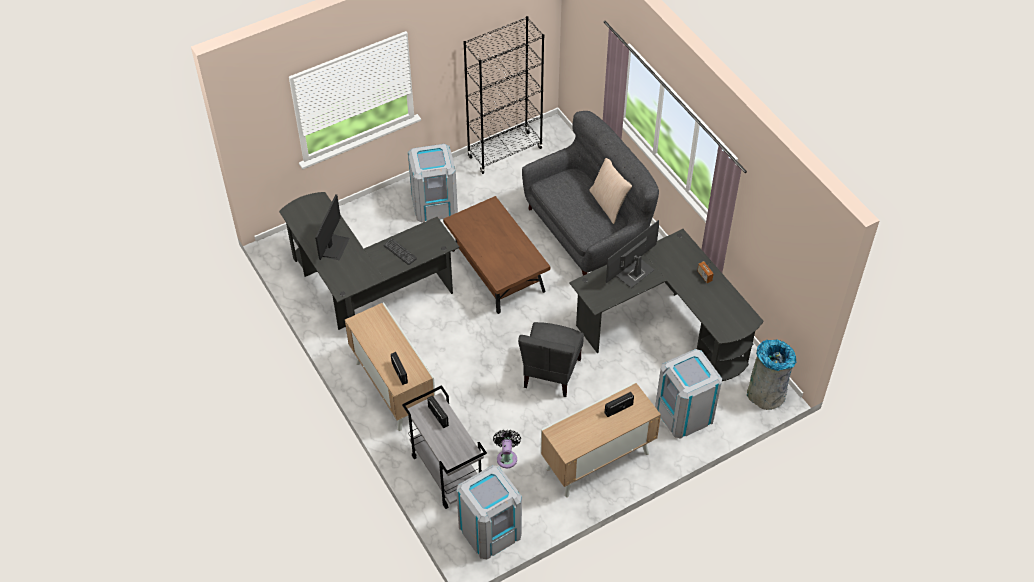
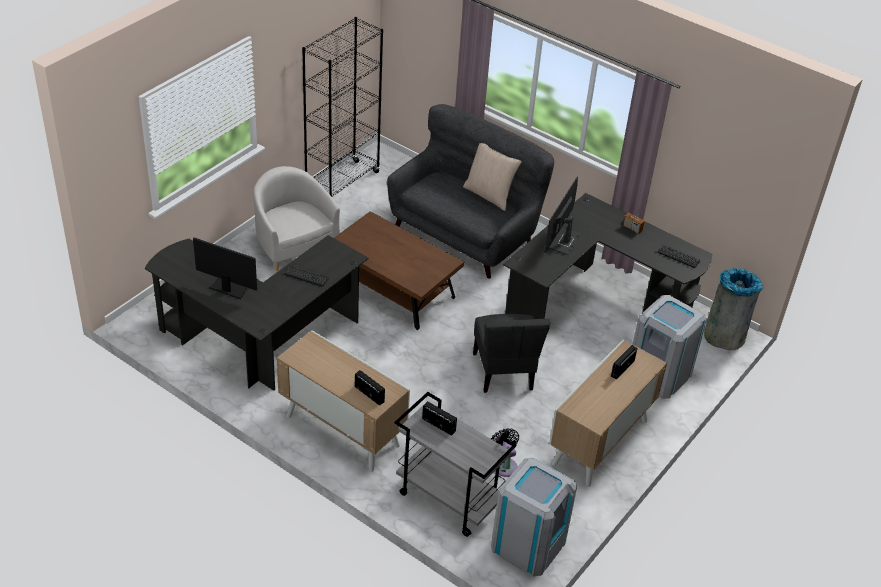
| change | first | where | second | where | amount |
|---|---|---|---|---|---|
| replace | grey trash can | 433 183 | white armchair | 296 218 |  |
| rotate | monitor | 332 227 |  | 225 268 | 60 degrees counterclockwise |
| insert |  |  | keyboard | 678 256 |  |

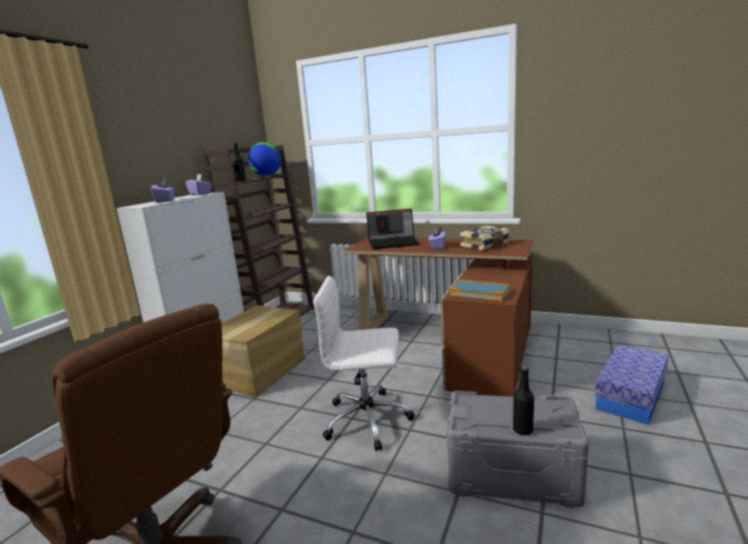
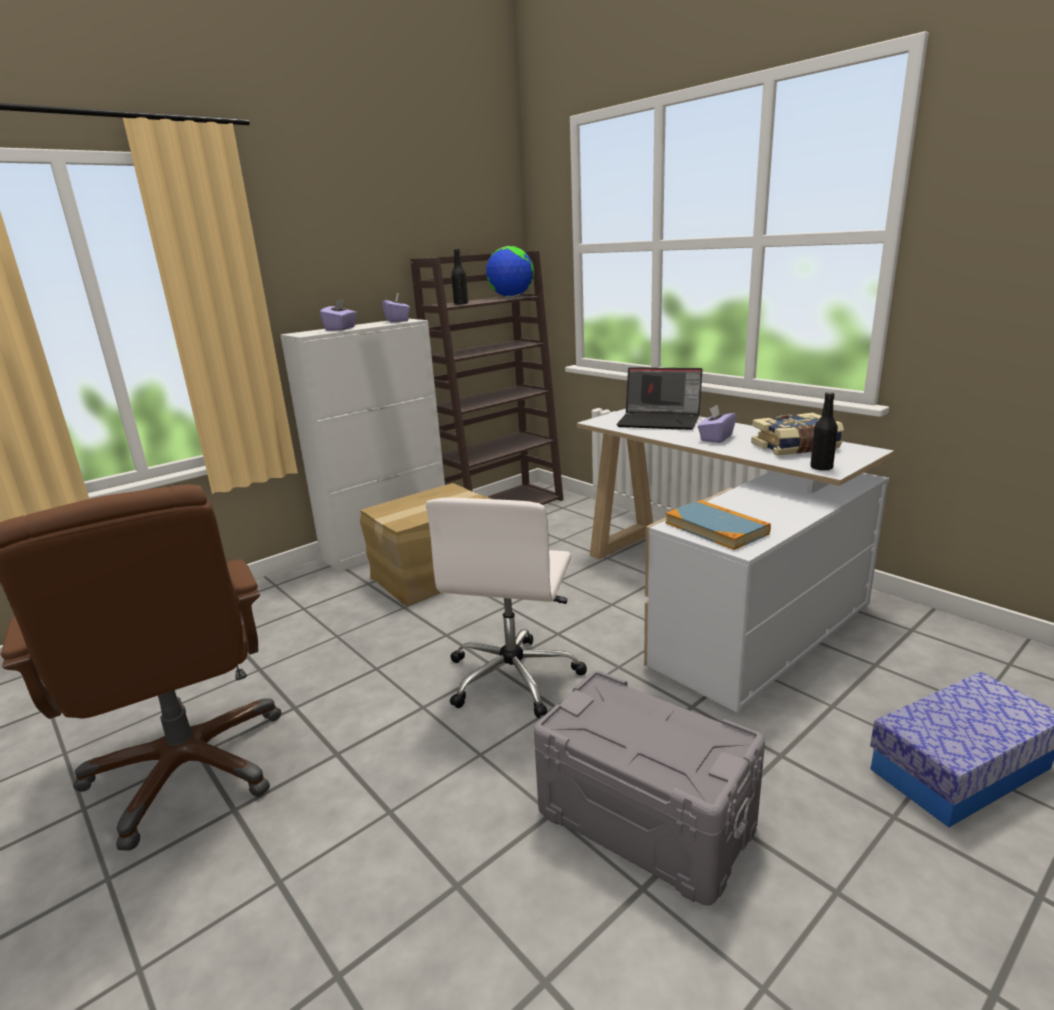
| change | first | where | second | where | amount |
|---|---|---|---|---|---|
| recolor | brown desk | 438 317 | white desk | 735 561 |  |
| rotate | white office chair | 364 363 |  | 506 608 | 105 degrees counterclockwise |
| move | black bottle | 523 401 |  | 824 431 |  |

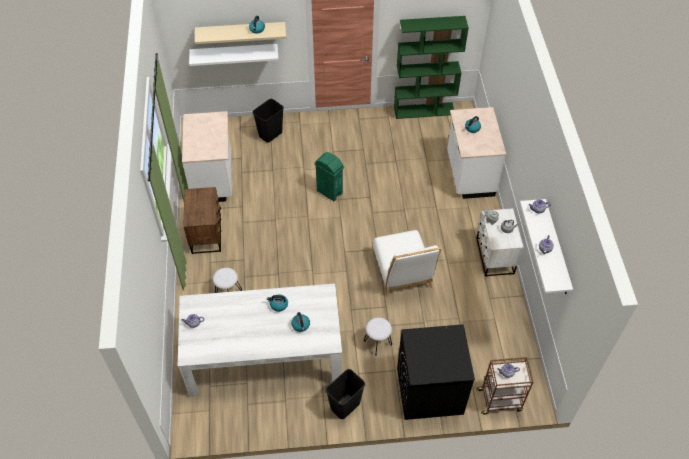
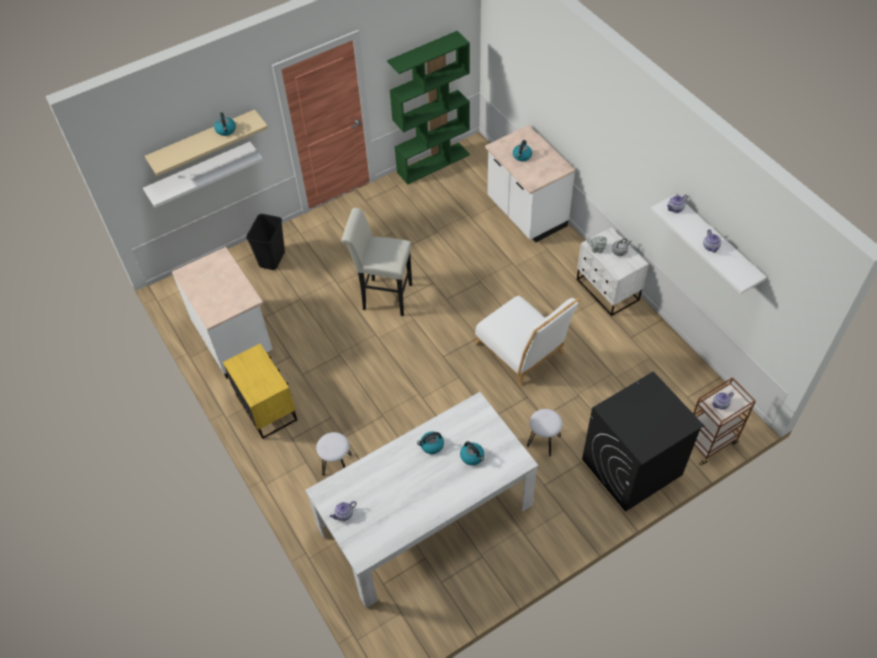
| change | first | where | second | where | amount |
|---|---|---|---|---|---|
| replace | green trash can | 329 176 | white stool | 376 262 |  |
| recolor | brown nightstand | 202 220 | yellow nightstand | 260 391 |  |
| delete | black trash can | 345 394 |  |  |  |

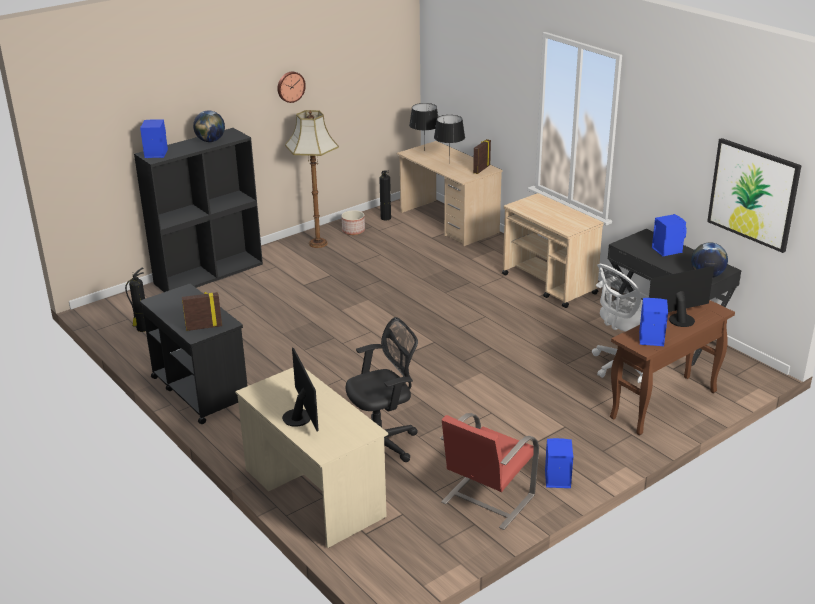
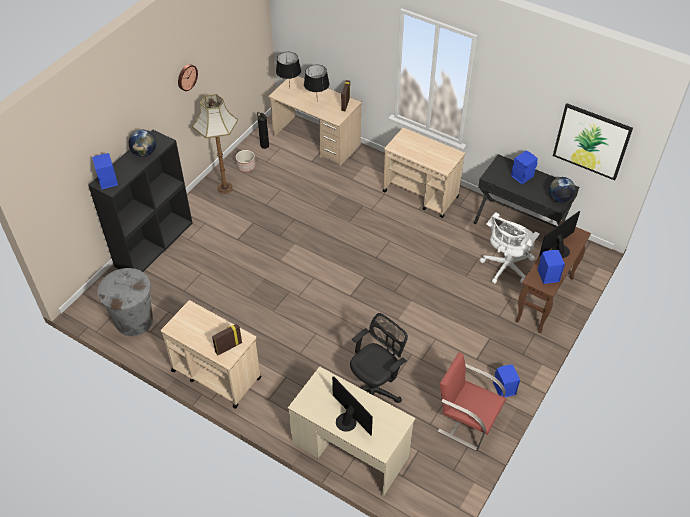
| change | first | where | second | where | amount |
|---|---|---|---|---|---|
| replace | fire extinguisher | 135 300 | grey trash can | 125 302 |  |
| recolor | black cart | 194 354 | beige cart | 211 354 |  |
| rotate | red chair | 489 471 |  | 472 401 | 105 degrees clockwise |

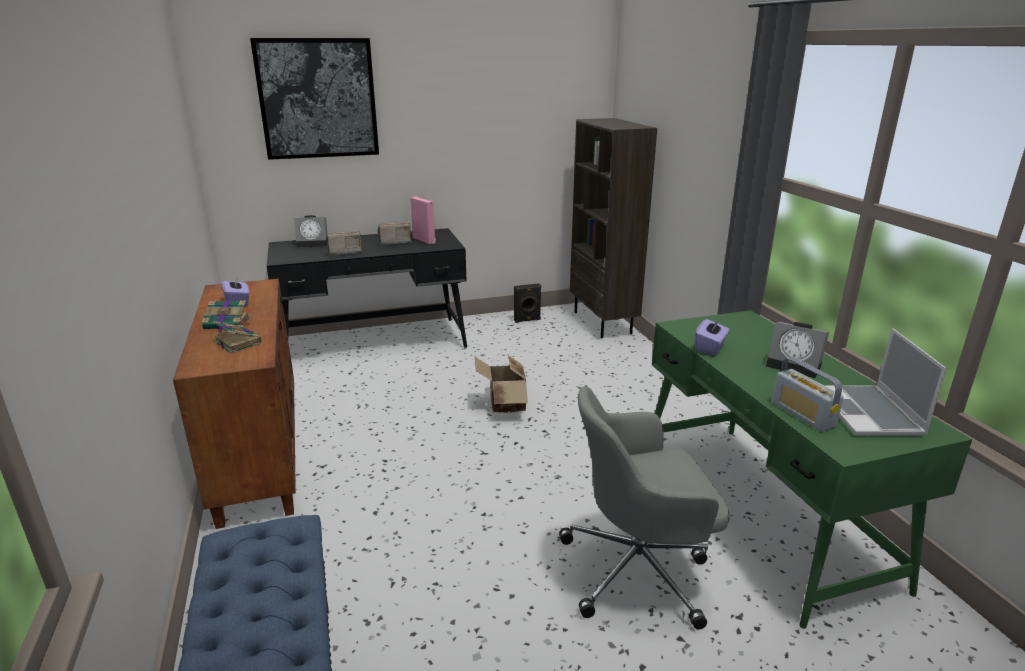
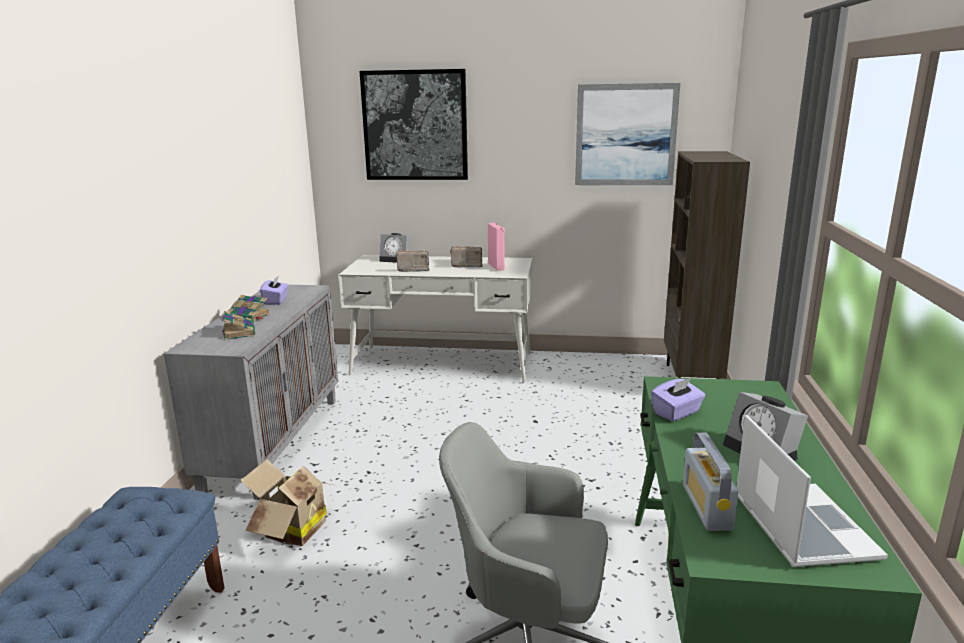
| change | first | where | second | where | amount |
|---|---|---|---|---|---|
| recolor | black desk | 367 288 | white desk | 435 318 |  |
| recolor | brown cabinet | 234 404 | grey cabinet | 251 392 |  |
| delete | black speaker | 527 303 |  |  |  |
| rotate | laptop | 886 382 |  | 812 491 | 150 degrees clockwise |
| move | cardboard box | 501 384 |  | 286 502 |  |
| insert |  |  | picture | 627 134 |  |

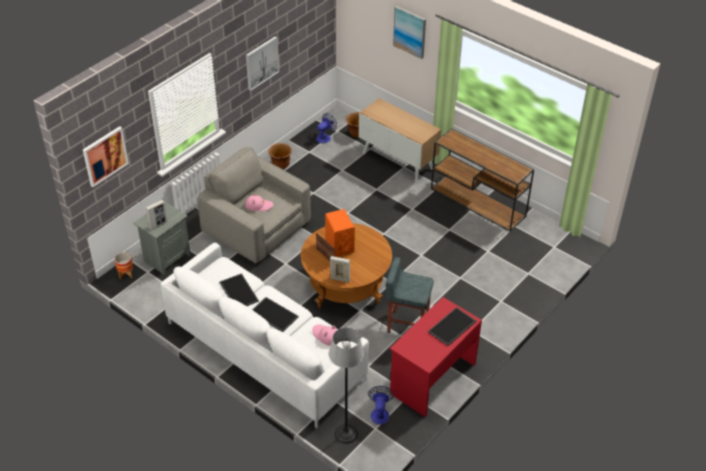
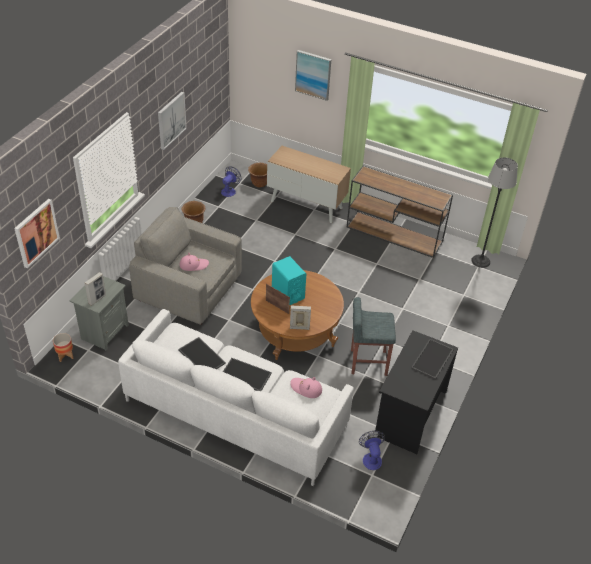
| change | first | where | second | where | amount |
|---|---|---|---|---|---|
| recolor | orange speaker | 340 233 | turquoise speaker | 289 280 |  |
| recolor | red desk | 436 357 | black desk | 416 392 |  |
| move | floor lamp | 346 386 |  | 494 212 |  |

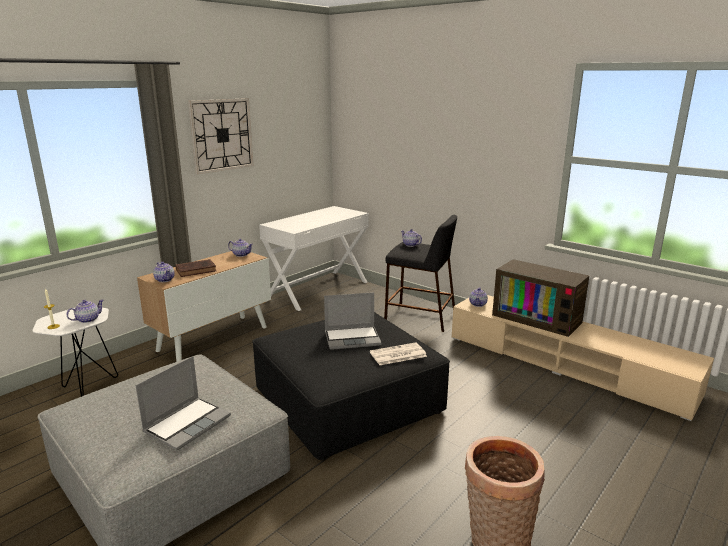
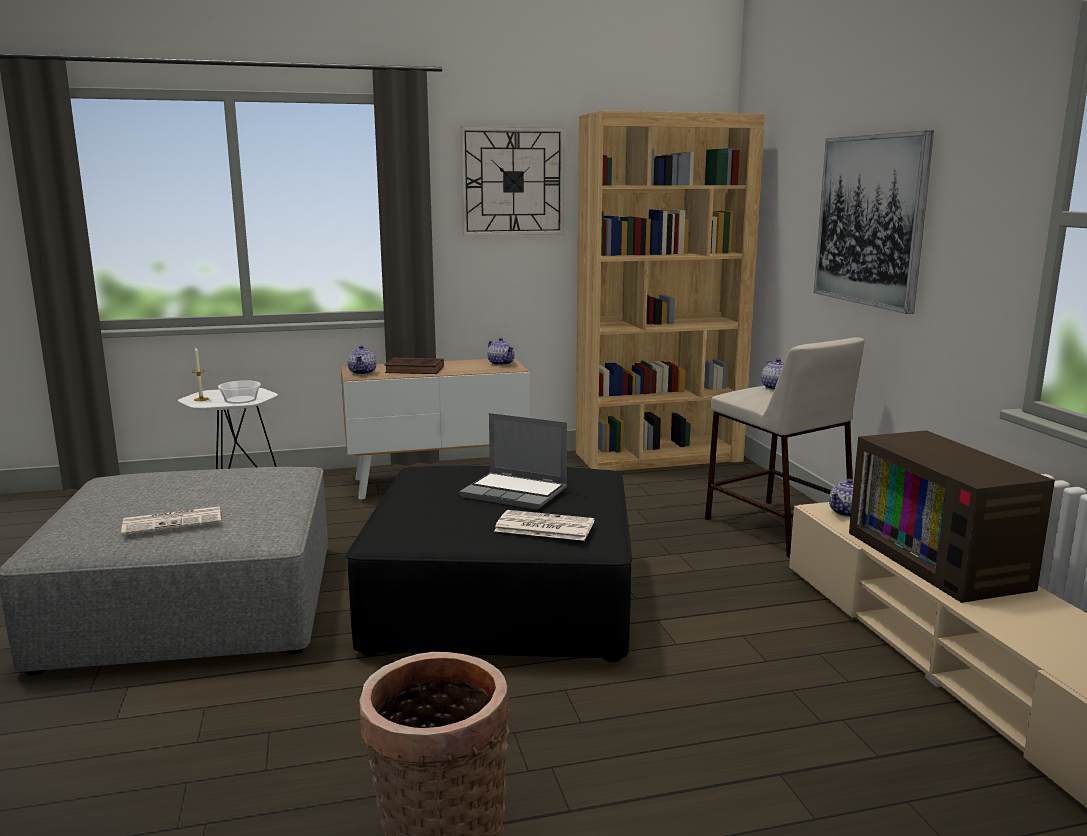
| change | first | where | second | where | amount |
|---|---|---|---|---|---|
| replace | white desk | 314 258 | brown bookcase | 670 291 |  |
| recolor | black stool | 420 273 | beige stool | 784 447 |  |
| replace | teapot | 85 311 | bowl | 239 392 |  |
| replace | laptop | 183 403 | newspaper | 171 521 |  |
| insert |  |  | picture | 874 222 |  |

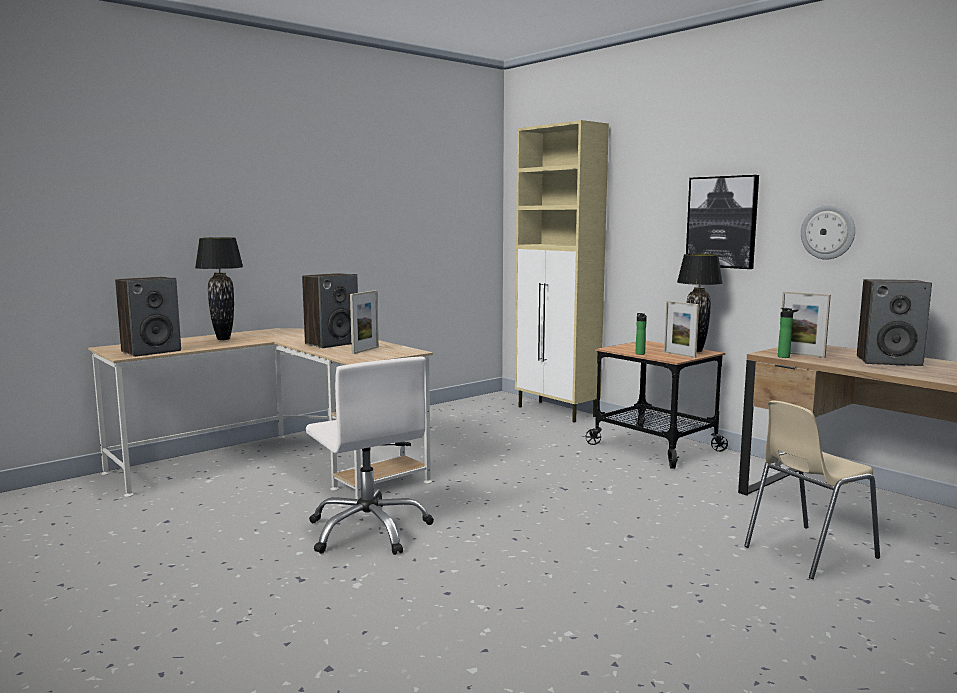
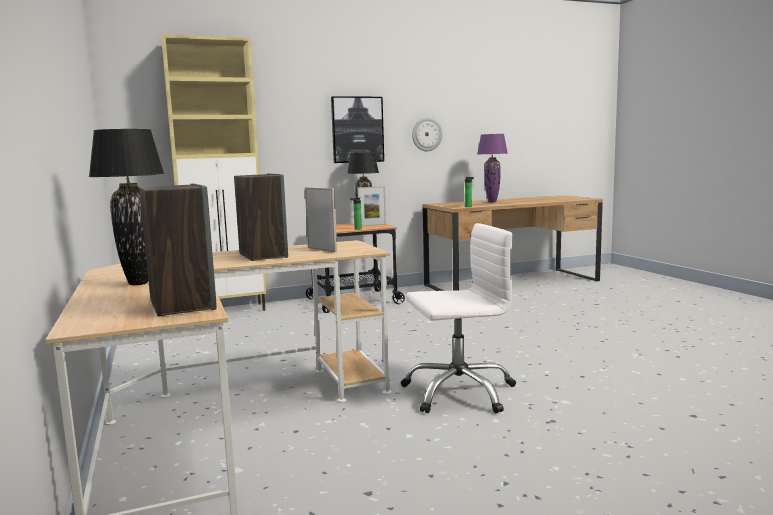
| change | first | where | second | where | amount |
|---|---|---|---|---|---|
| replace | speaker | 894 322 | purple table lamp | 492 168 |  |
| delete | picture frame | 806 324 |  |  |  |
| delete | beige chair | 812 489 |  |  |  |

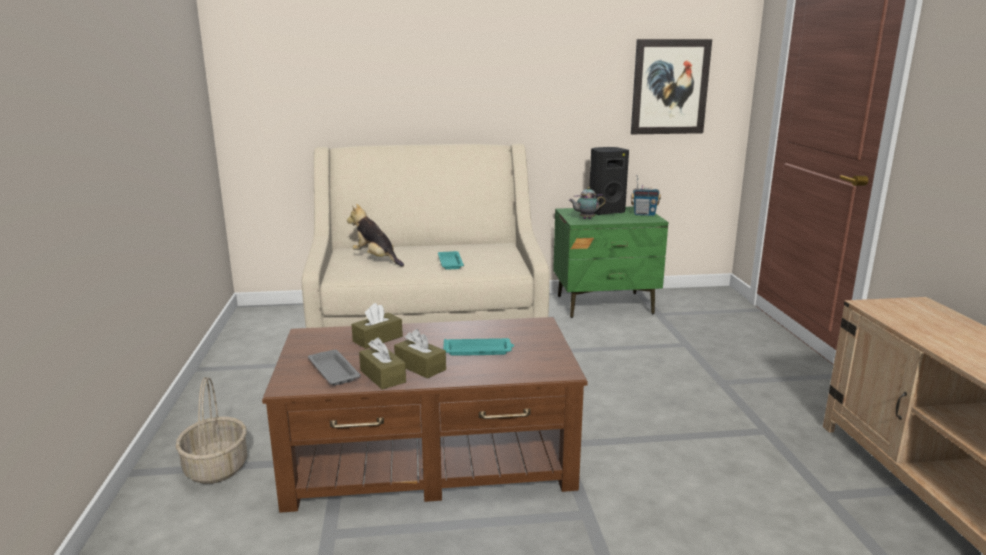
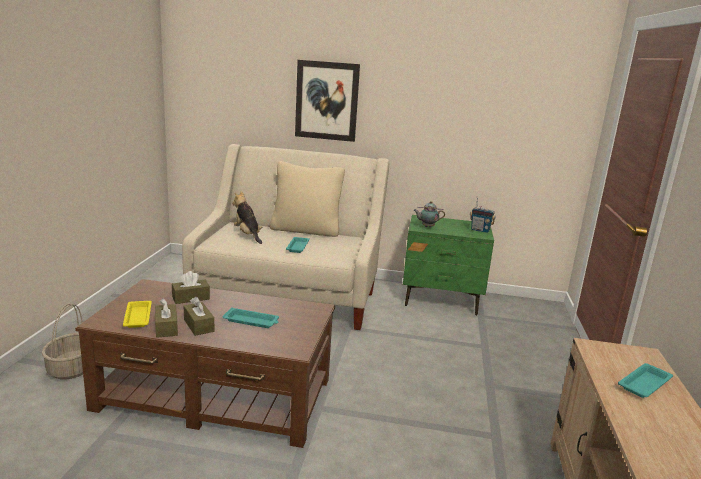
| change | first | where | second | where | amount |
|---|---|---|---|---|---|
| move | picture | 671 86 |  | 327 101 |  |
| delete | black speaker | 609 181 |  |  |  |
| recolor | grey tray | 334 368 | yellow tray | 137 314 |  |
| insert |  |  | beige pillow | 307 199 |  |
| insert |  |  | turquoise tray | 645 380 |  |

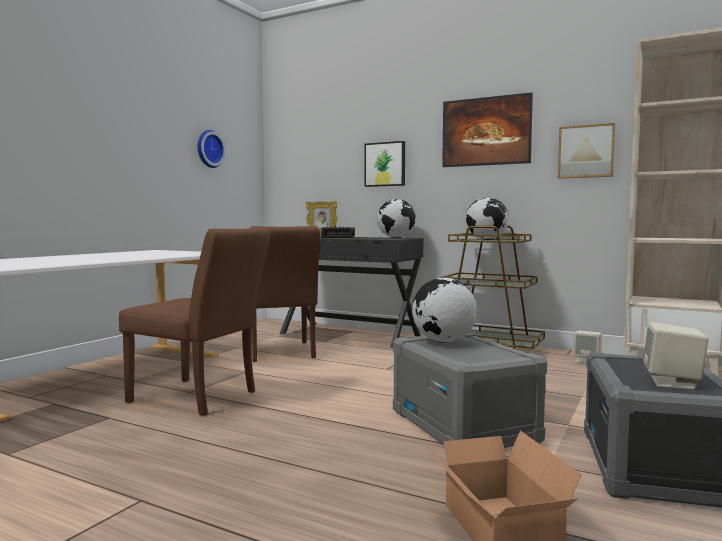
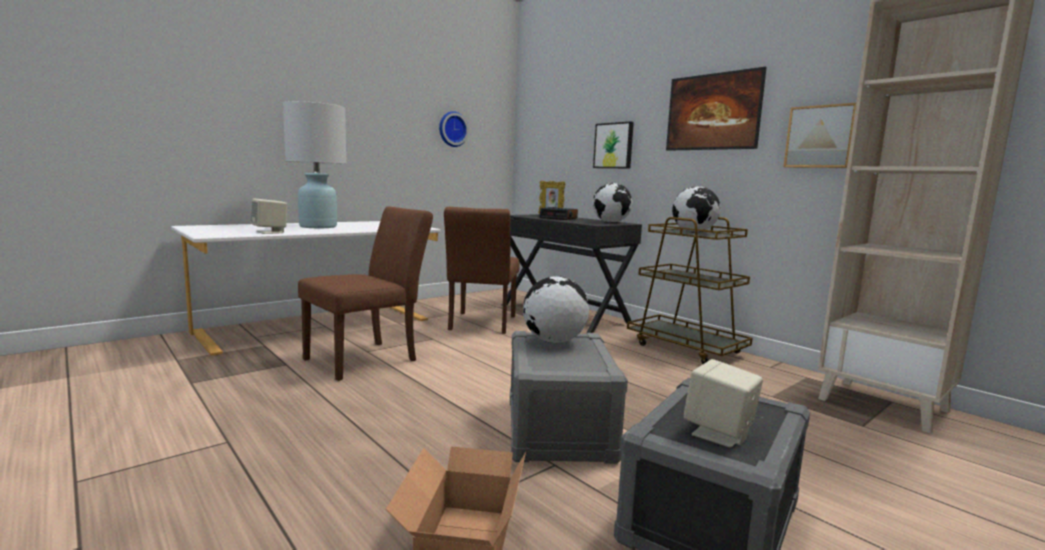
| change | first | where | second | where | amount |
|---|---|---|---|---|---|
| rotate | brown chair | 195 322 |  | 365 293 | 90 degrees counterclockwise |
| move | beige speaker | 587 347 |  | 269 216 |  |
| insert |  |  | white table lamp | 314 164 |  |

